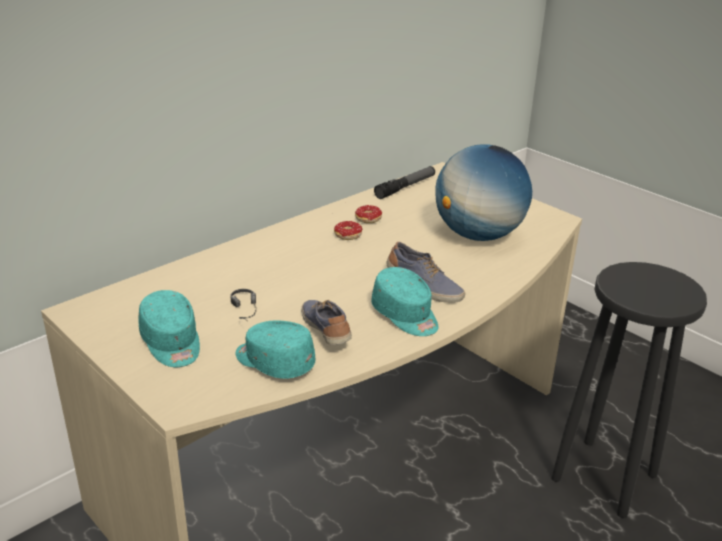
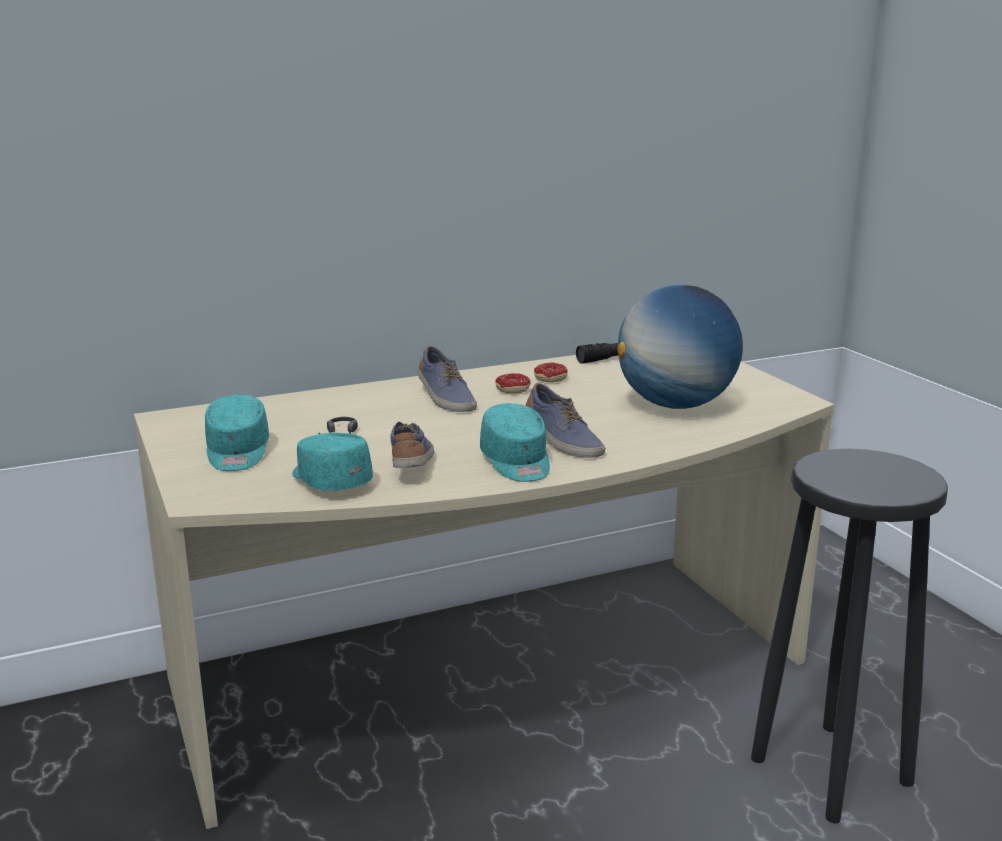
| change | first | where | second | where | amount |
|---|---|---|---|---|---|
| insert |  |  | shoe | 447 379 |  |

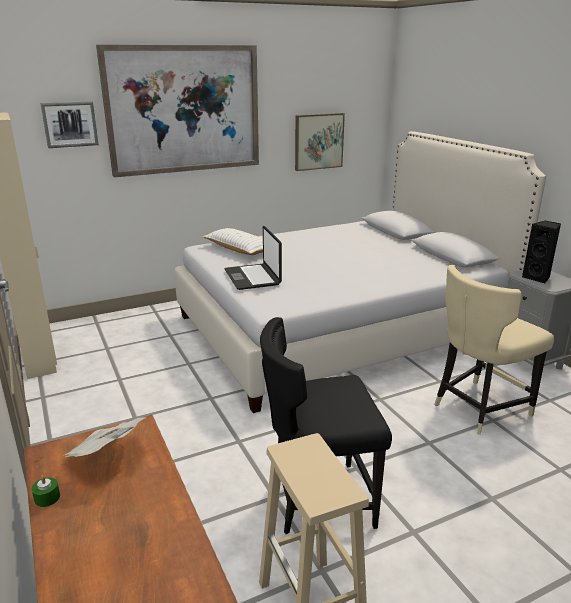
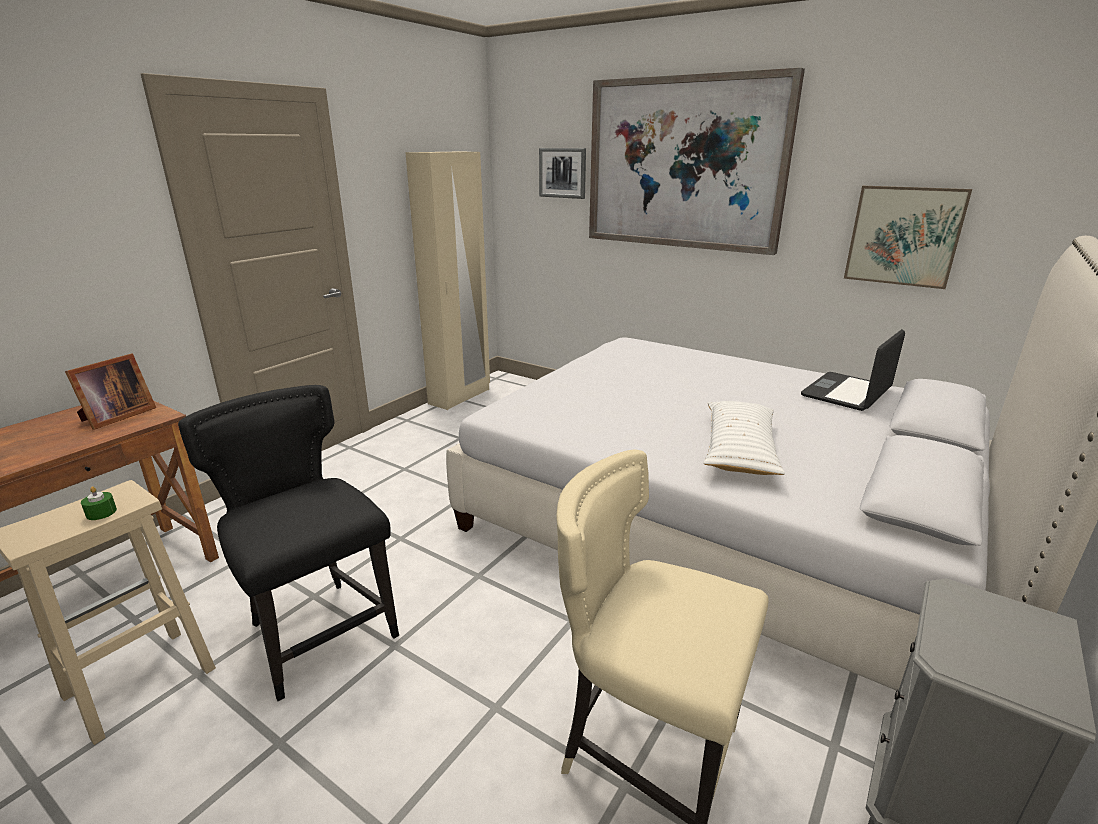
| change | first | where | second | where | amount |
|---|---|---|---|---|---|
| delete | black speaker | 541 251 |  |  |  |
| move | laptop | 253 258 |  | 853 370 |  |
| move | white pillow | 233 241 |  | 744 438 |  |
| replace | newspaper | 104 437 | picture frame | 110 391 |  |
| move | green candle | 46 491 |  | 99 503 |  |

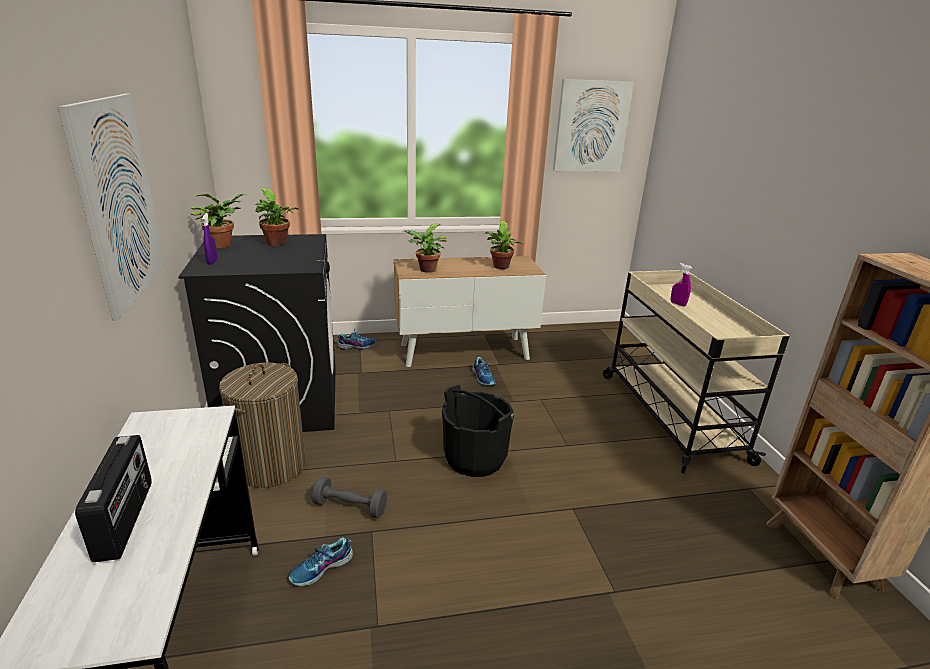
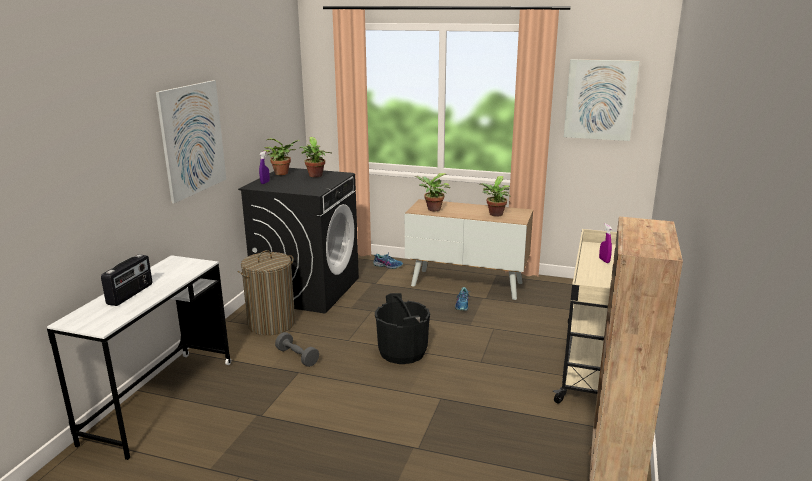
| change | first | where | second | where | amount |
|---|---|---|---|---|---|
| delete | shoe | 321 561 |  |  |  |

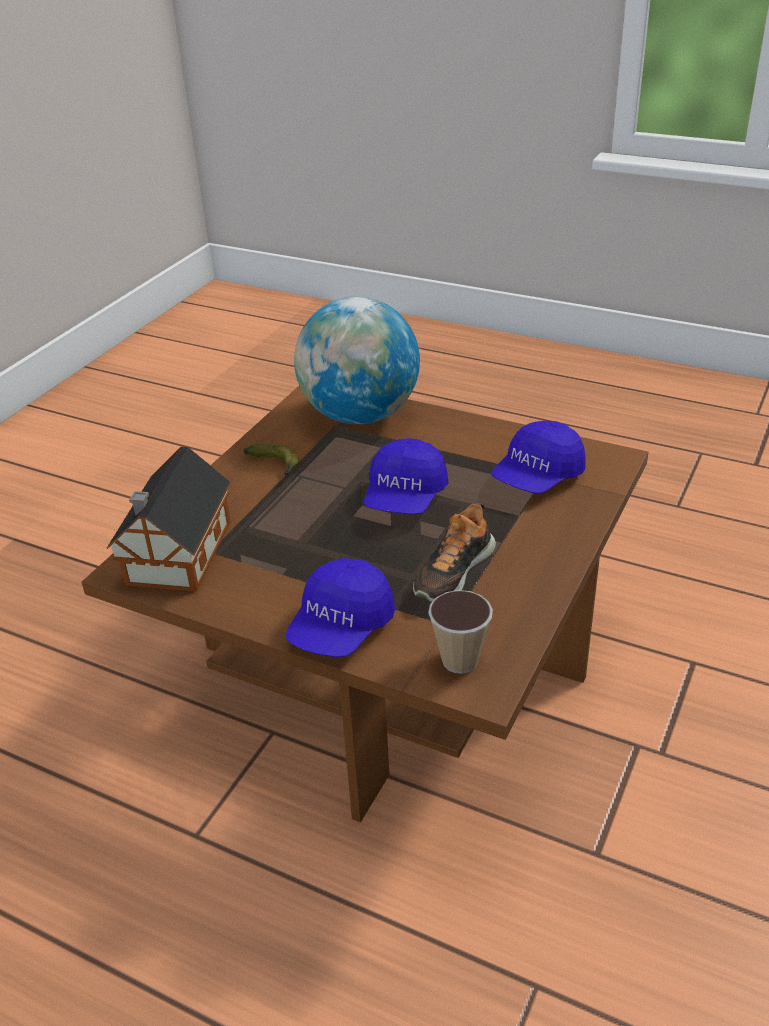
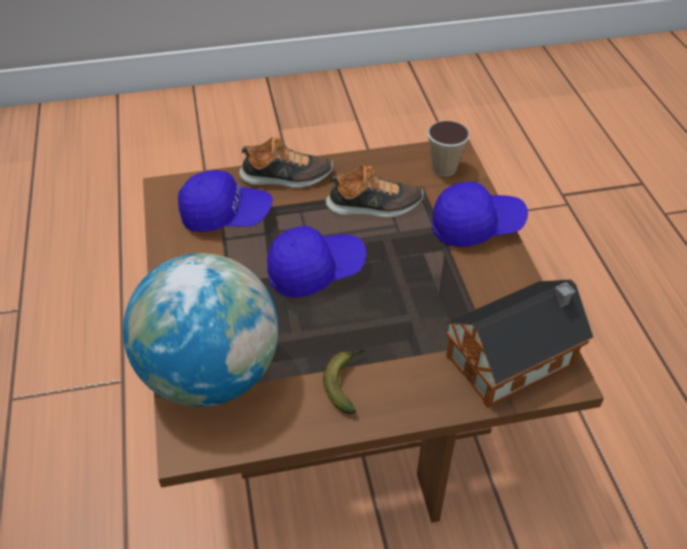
| change | first | where | second | where | amount |
|---|---|---|---|---|---|
| insert |  |  | shoe | 286 162 |  |

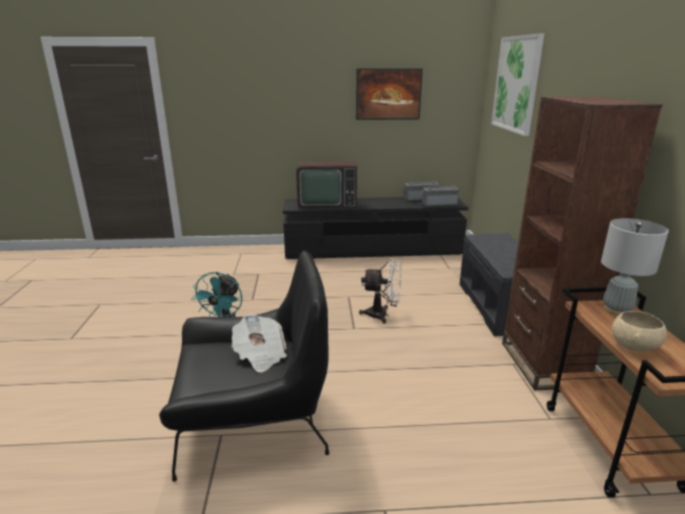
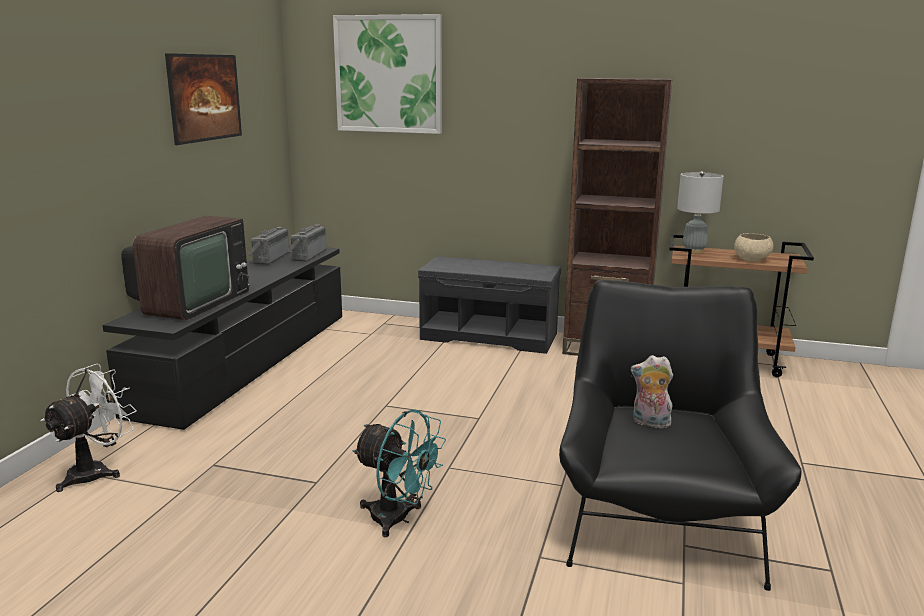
| change | first | where | second | where | amount |
|---|---|---|---|---|---|
| move | white fan | 380 290 |  | 89 428 |  |
| replace | newspaper | 259 343 | plush toy | 652 391 |  |

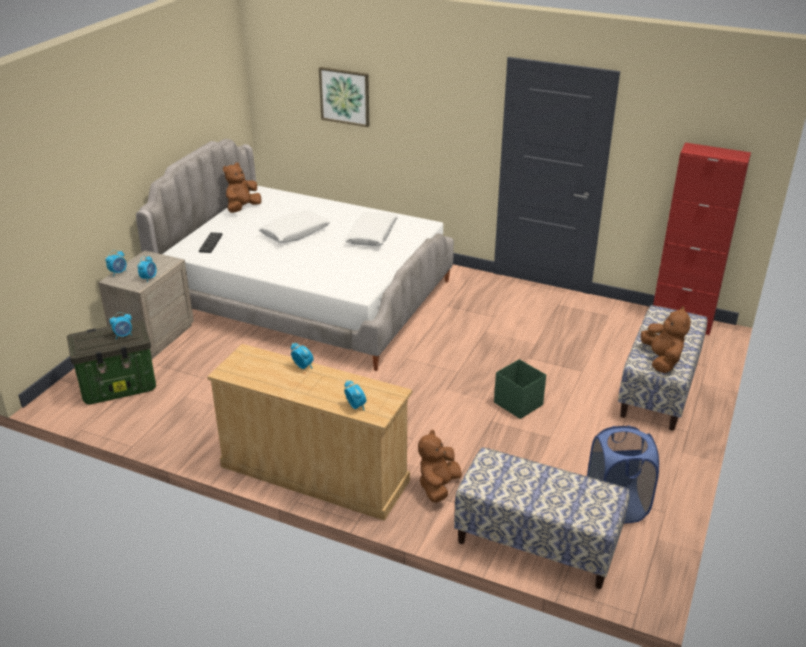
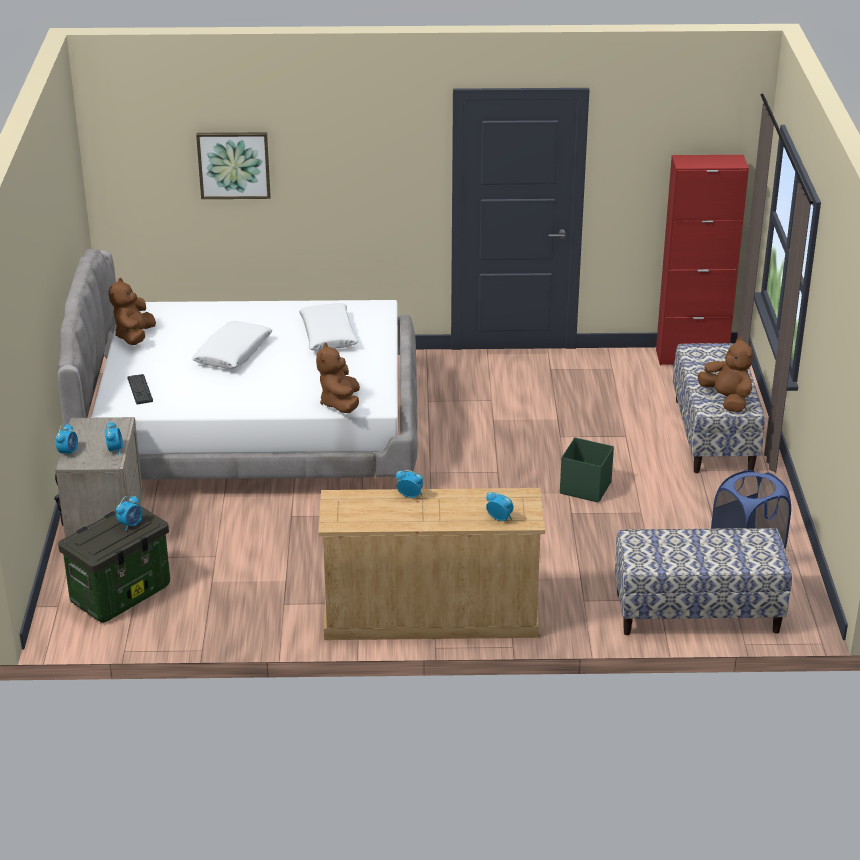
| change | first | where | second | where | amount |
|---|---|---|---|---|---|
| move | brown plush toy | 440 466 |  | 338 378 |  |

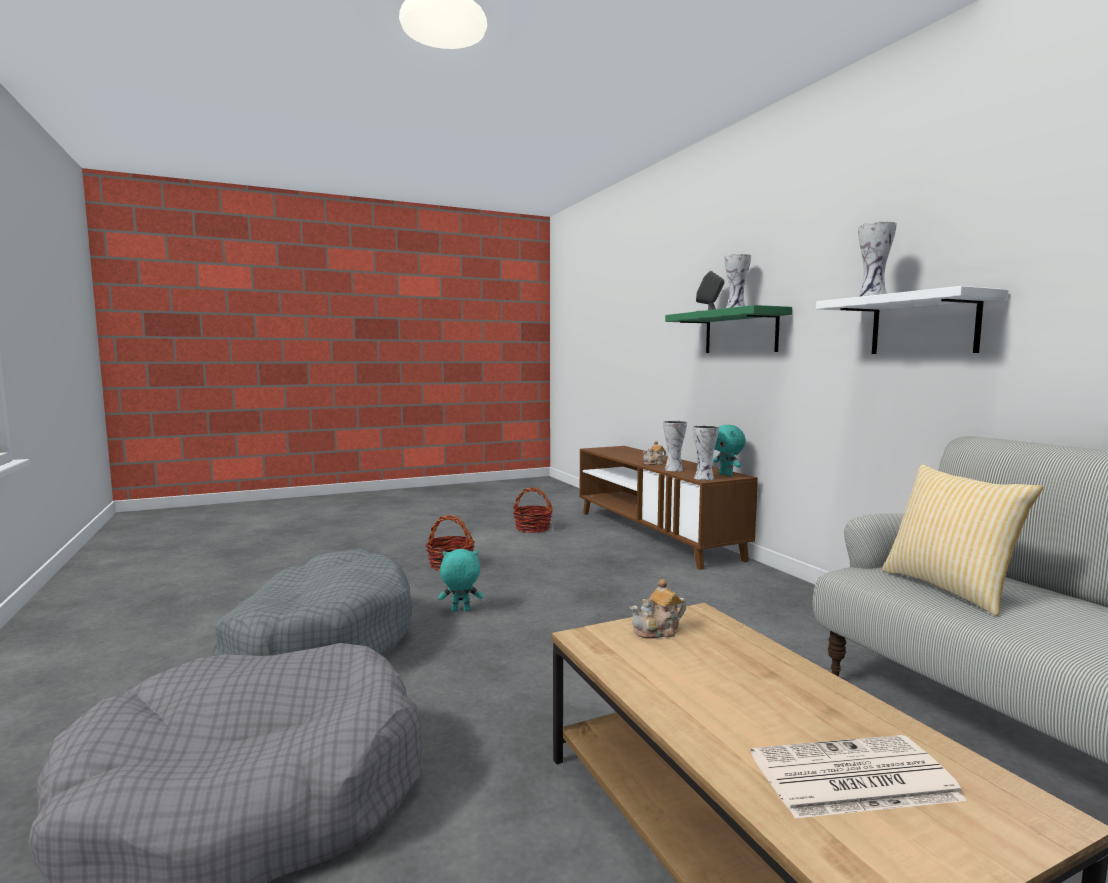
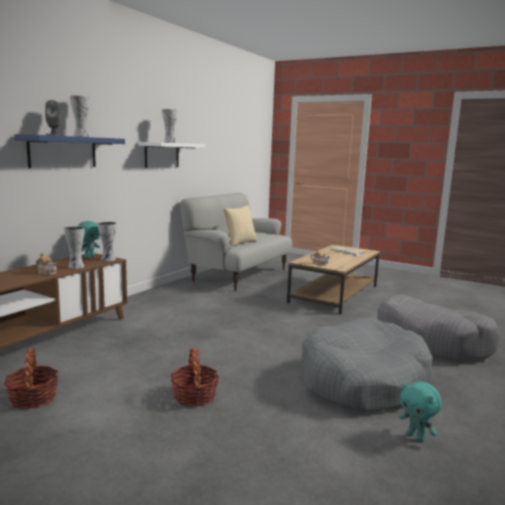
| change | first | where | second | where | amount |
|---|---|---|---|---|---|
| recolor | green shelf | 728 329 | blue shelf | 69 151 |  |
| move | turquoise plush toy | 460 580 |  | 420 411 |  |

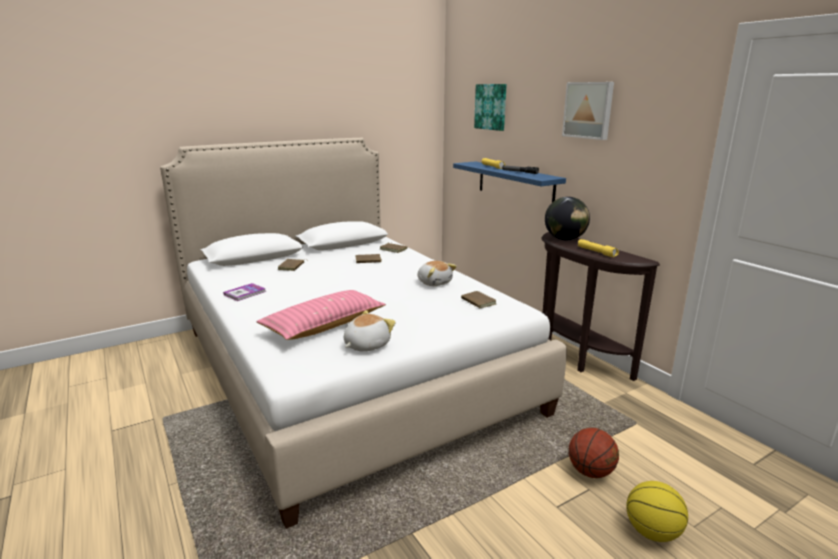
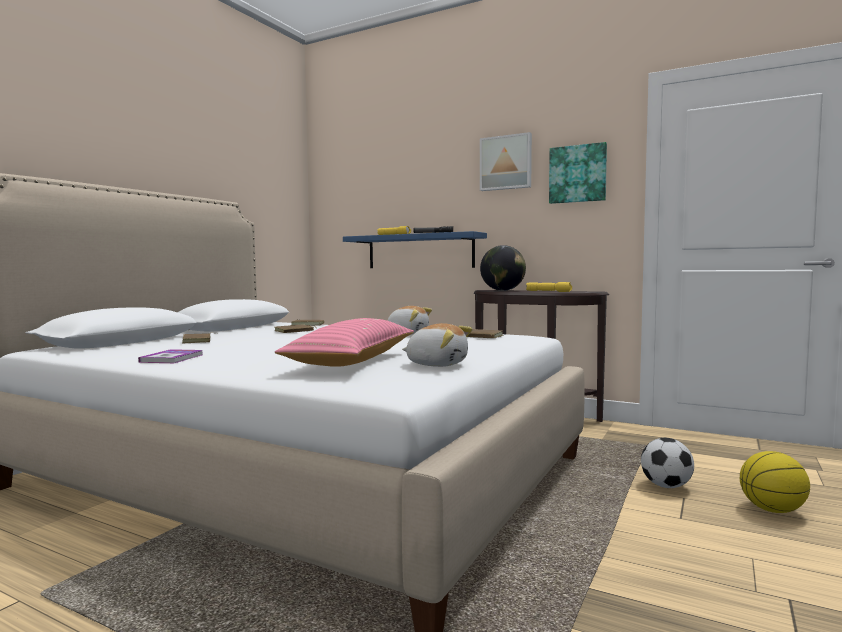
| change | first | where | second | where | amount |
|---|---|---|---|---|---|
| move | picture | 490 107 |  | 578 173 |  |
| rotate | plush toy | 370 331 |  | 437 345 | 105 degrees clockwise |
| replace | basketball | 594 453 | football | 667 463 |  |

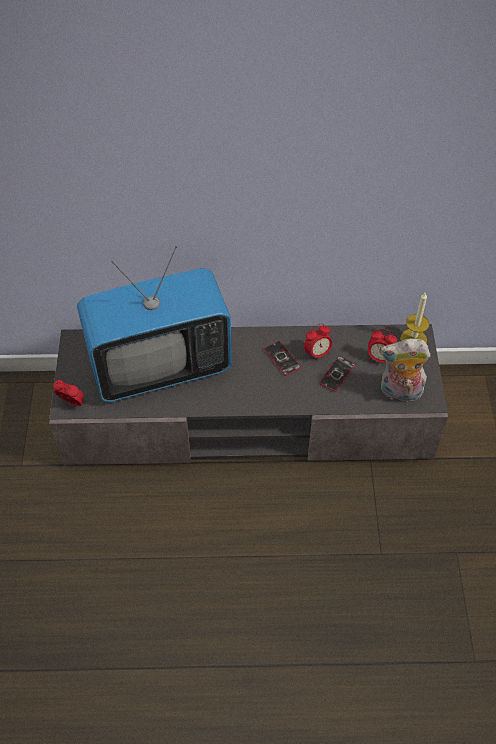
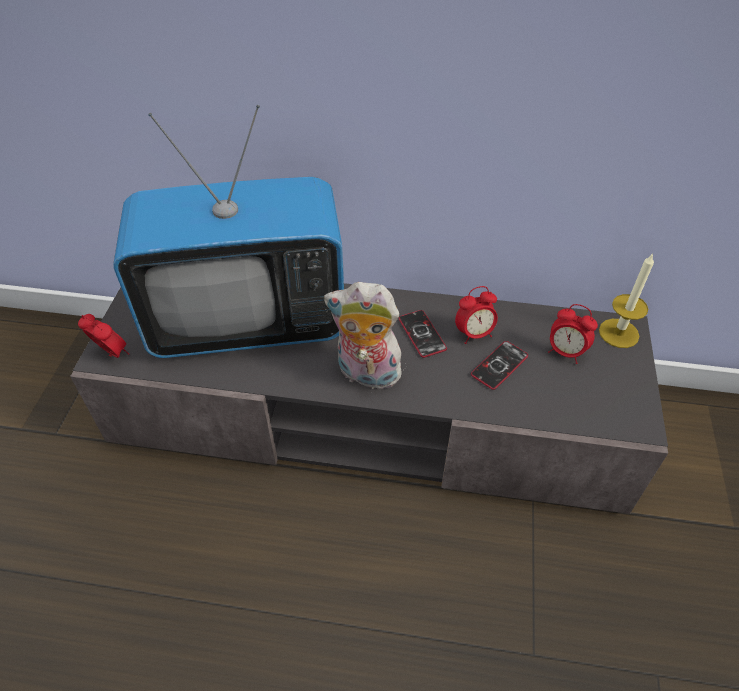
| change | first | where | second | where | amount |
|---|---|---|---|---|---|
| move | plush toy | 405 370 |  | 363 335 |  |

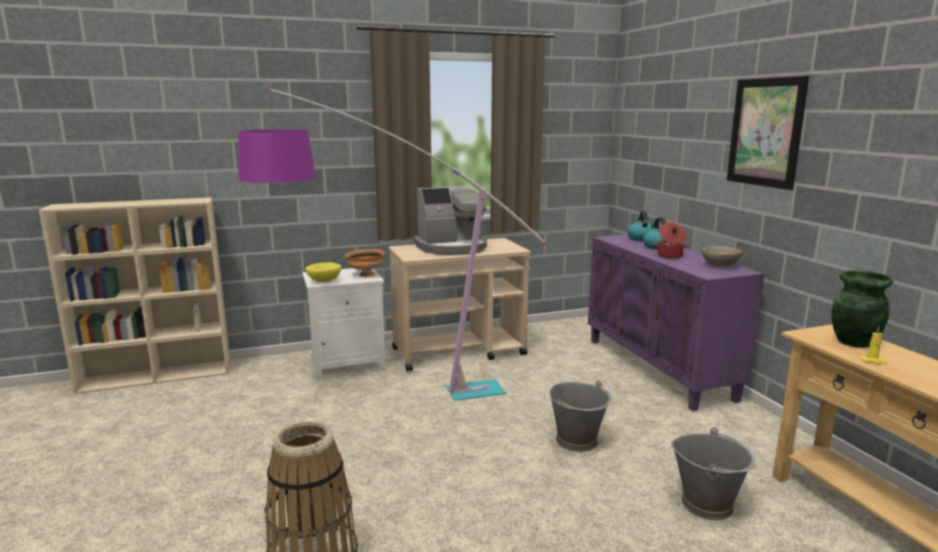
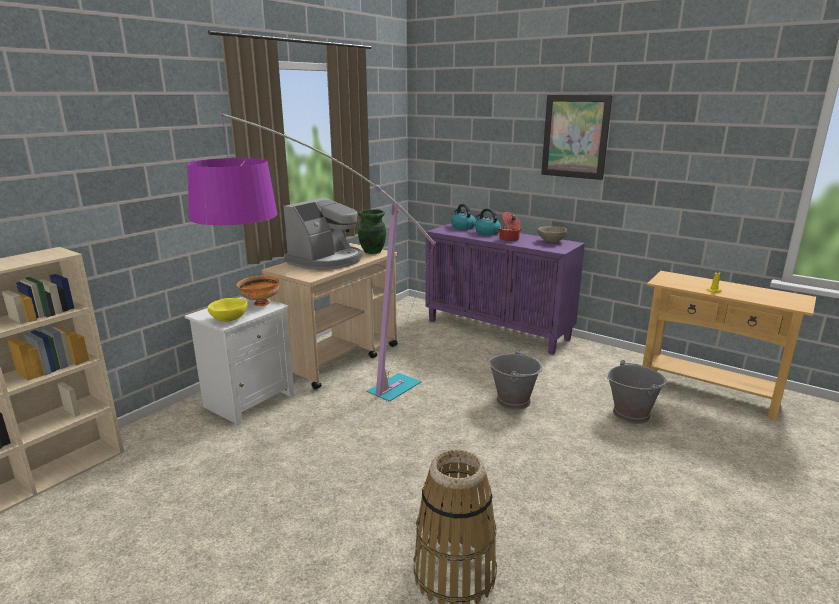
| change | first | where | second | where | amount |
|---|---|---|---|---|---|
| move | green vase | 862 309 |  | 372 231 |  |

